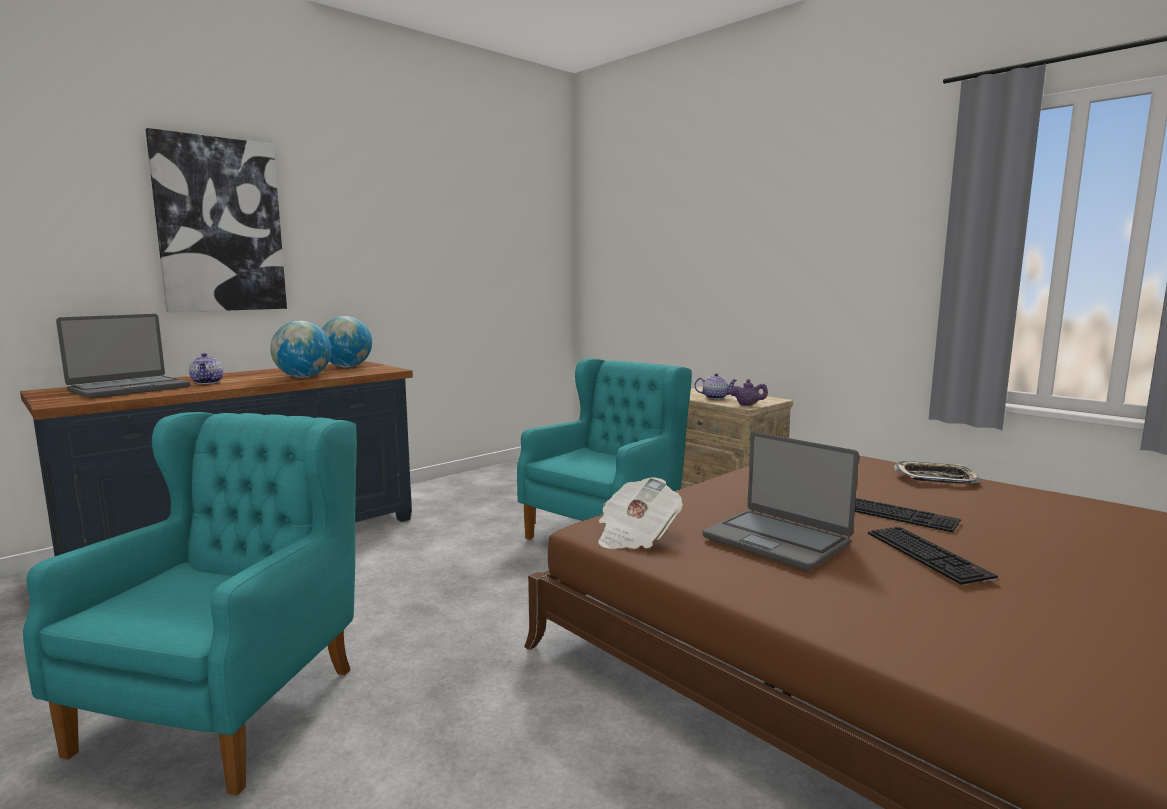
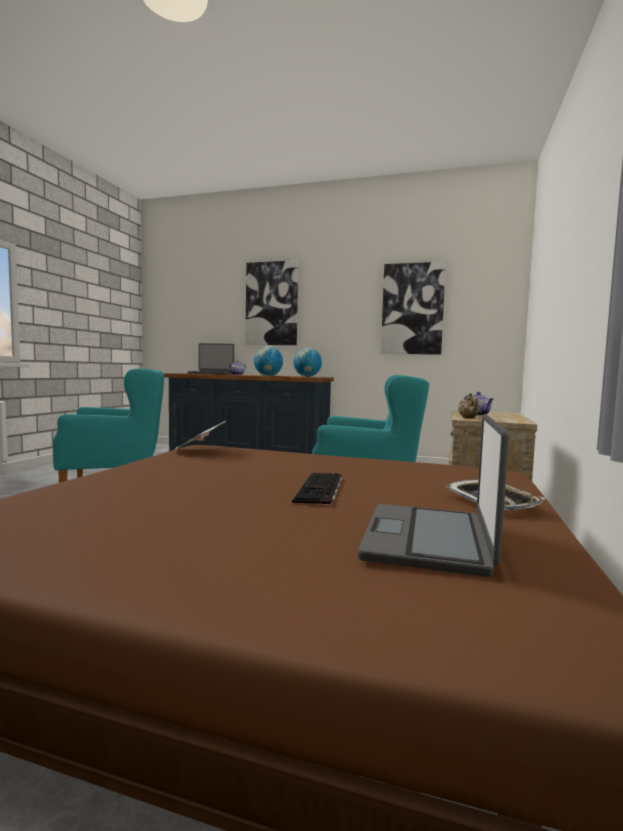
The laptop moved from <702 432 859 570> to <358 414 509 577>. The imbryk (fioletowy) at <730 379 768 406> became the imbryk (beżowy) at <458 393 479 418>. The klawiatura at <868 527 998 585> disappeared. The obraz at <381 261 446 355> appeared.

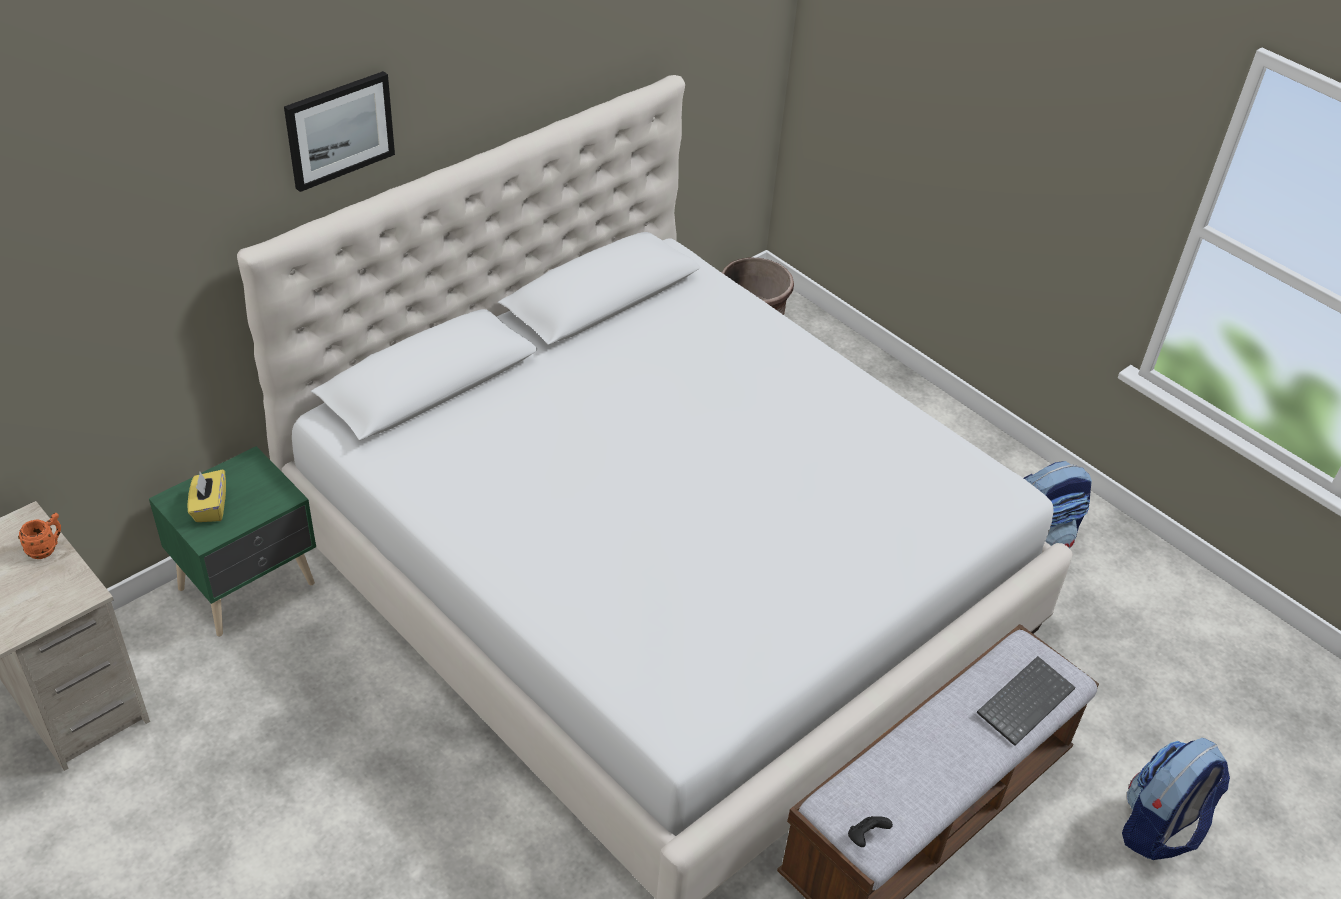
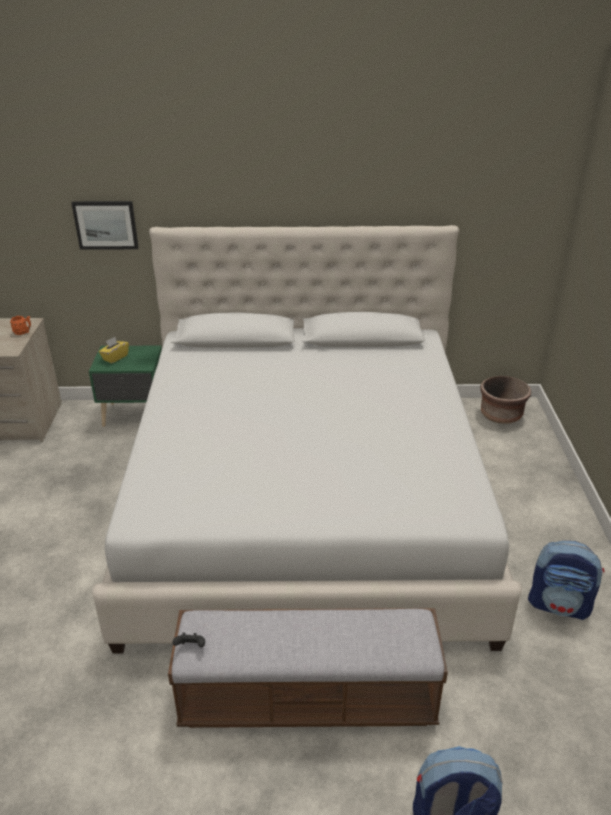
The obraz moved from <284 71 395 192> to <72 201 139 250>. The klawiatura at <977 656 1076 746> disappeared.

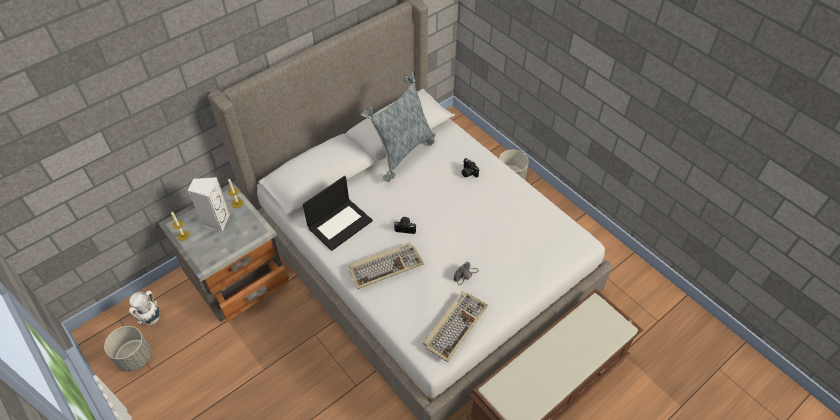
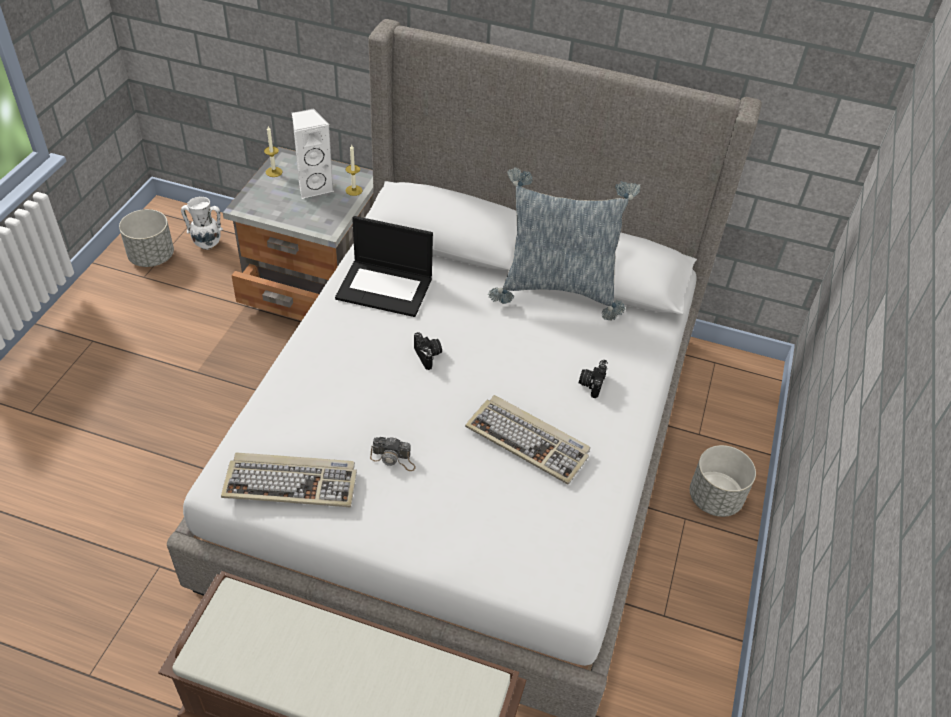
The klawiatura moved from <349 242 424 289> to <465 395 590 485>.

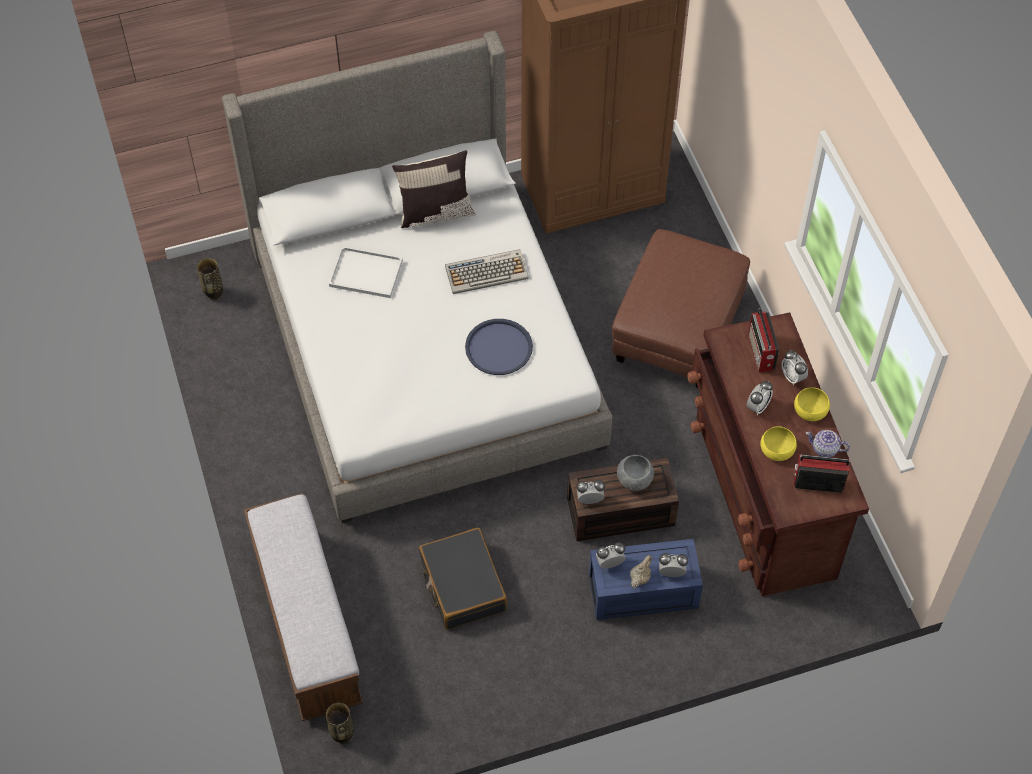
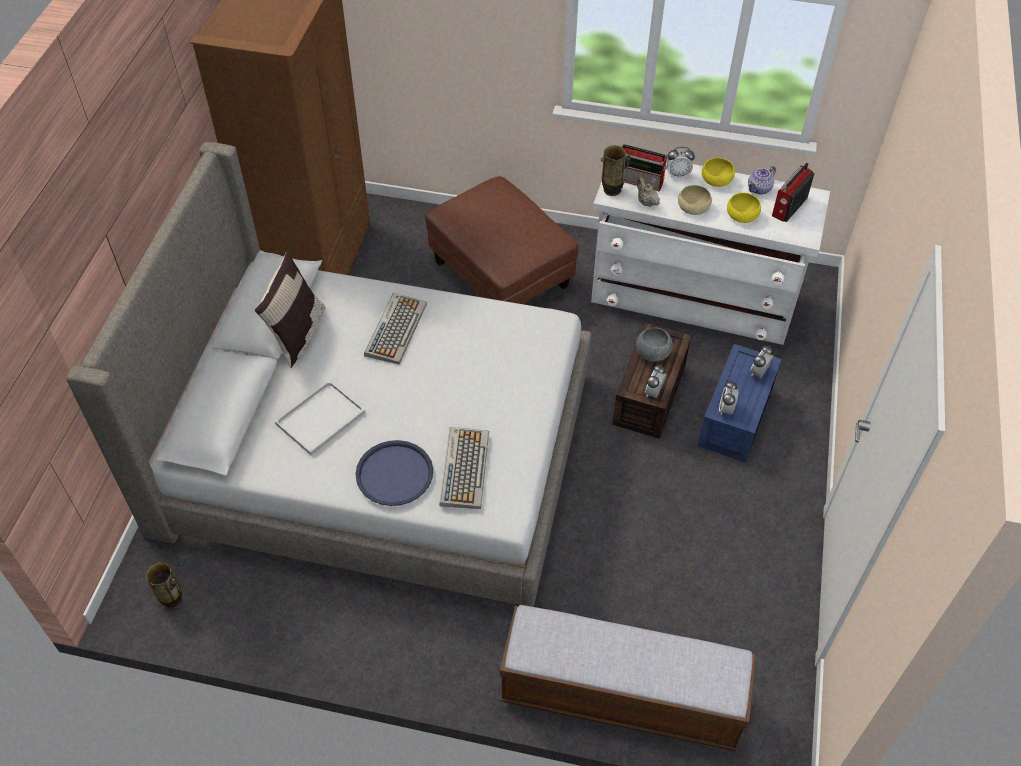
The wazon moved from <326 703 354 744> to <601 145 631 196>. The walizka (czarny) at <419 528 507 630> disappeared. The taca (niebieski) moved from <465 319 533 375> to <355 440 433 506>. The imbryk (beżowy) moved from <630 555 652 588> to <637 177 660 207>. The komoda (brązowy) at <687 312 869 596> became the komoda (biały) at <591 161 830 345>. The budzik at <747 381 773 415> was replaced by the miska (beżowy) at <678 185 712 215>. The klawiatura at <439 427 489 509> appeared.

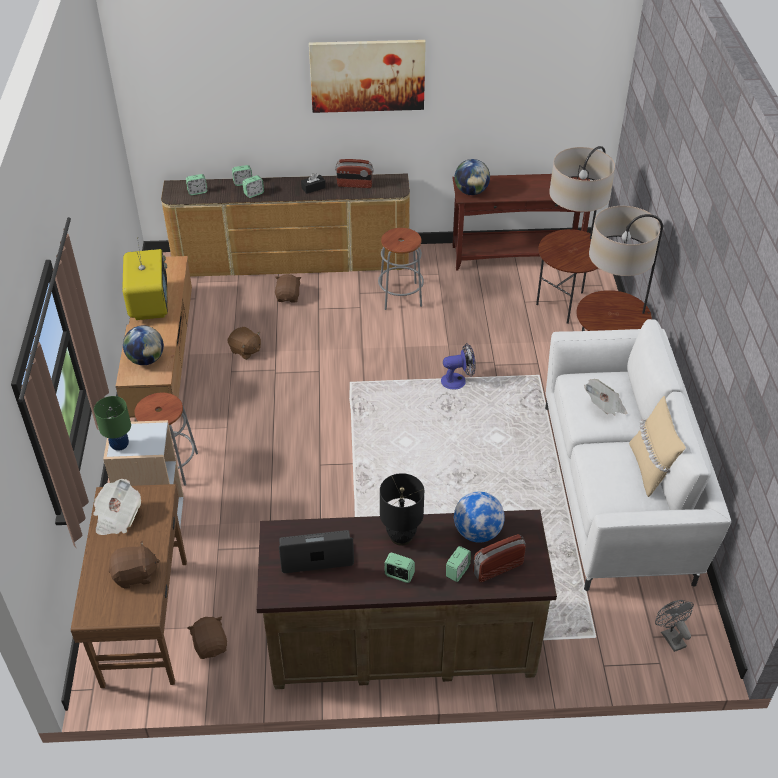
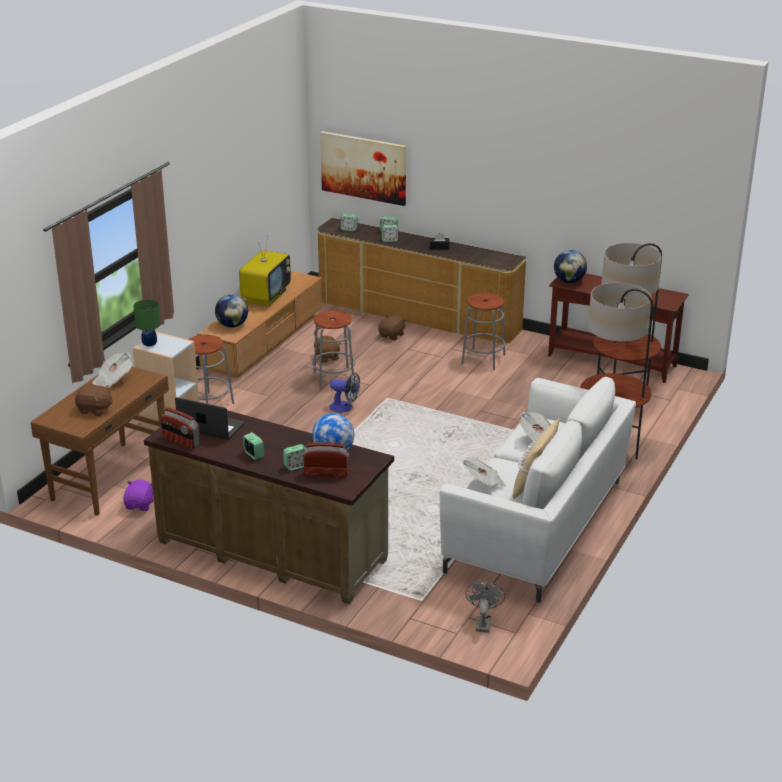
The pluszak (brązowy) at <187 616 227 659> became the pluszak (fioletowy) at <123 480 154 511>. The obraz moved from <309 40 426 113> to <320 131 406 206>. The radio moved from <335 159 374 188> to <161 407 200 450>. The lampa stołowa (czarny) at <380 473 424 546> disappeared. The wentylator moved from <441 343 476 390> to <330 373 360 413>. The stołek (szary) at <312 311 355 389> appeared. The gazeta at <462 457 506 487> appeared.

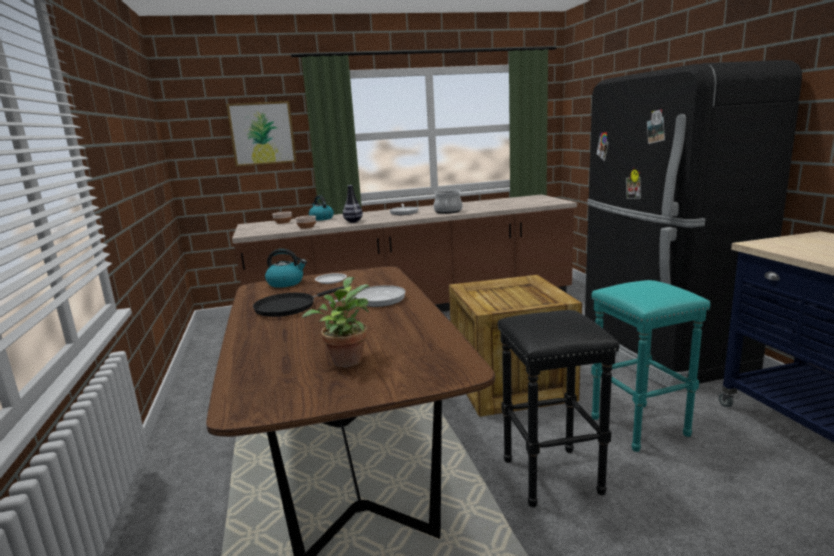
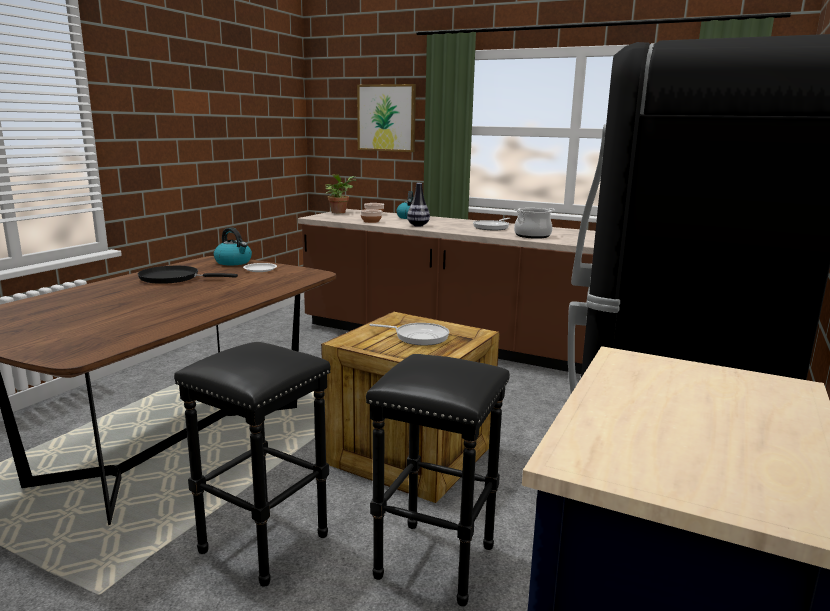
The roślina doniczkowa moved from <302 277 369 367> to <325 175 356 213>. The patelnia moved from <329 285 405 307> to <370 323 449 345>. The stołek (turkusowy) at <591 280 710 452> became the stołek (czarny) at <366 354 510 606>.

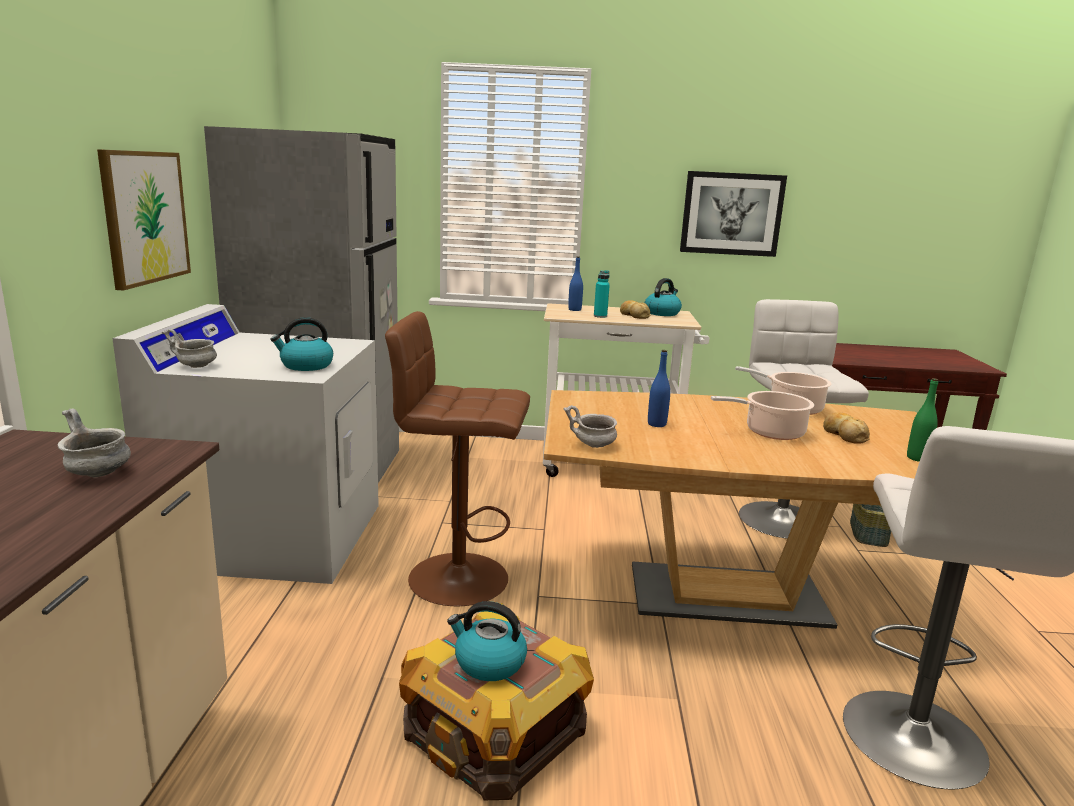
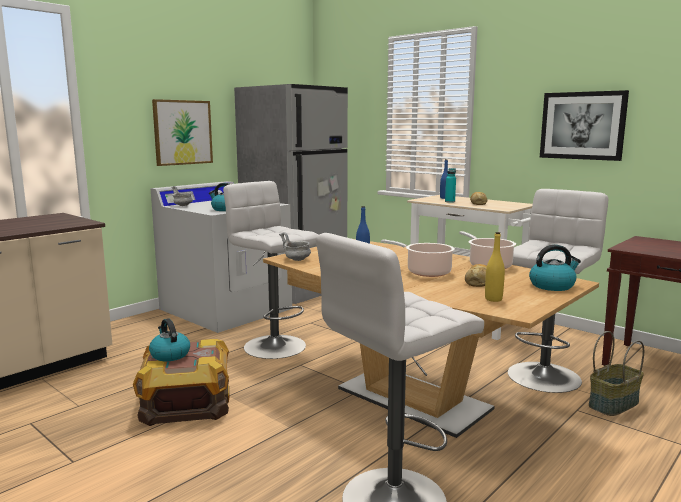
The miska (szary) at <58 408 131 478> disappeared. The stołek (brązowy) at <385 311 530 606> became the stołek (biały) at <223 181 318 359>. The czajnik moved from <645 278 682 316> to <529 245 581 291>. The butelka (zielony) at <907 378 938 462> became the butelka (żółty) at <485 232 505 302>.

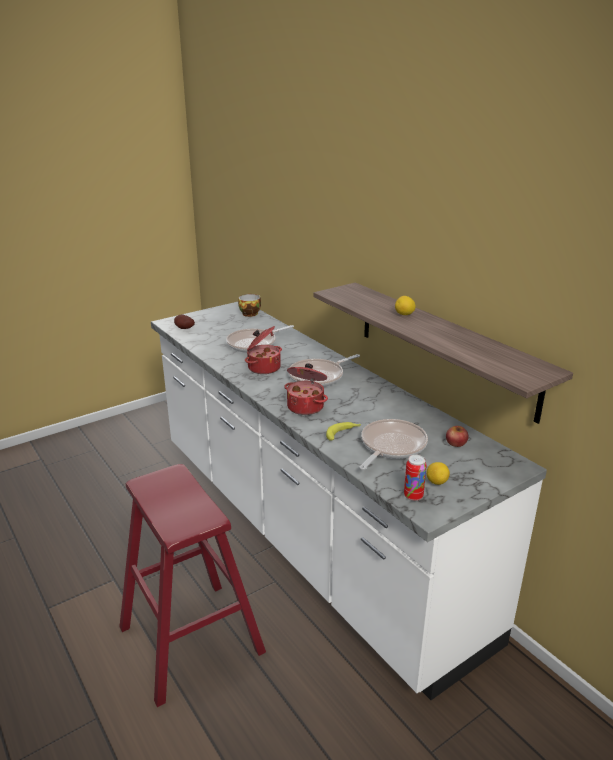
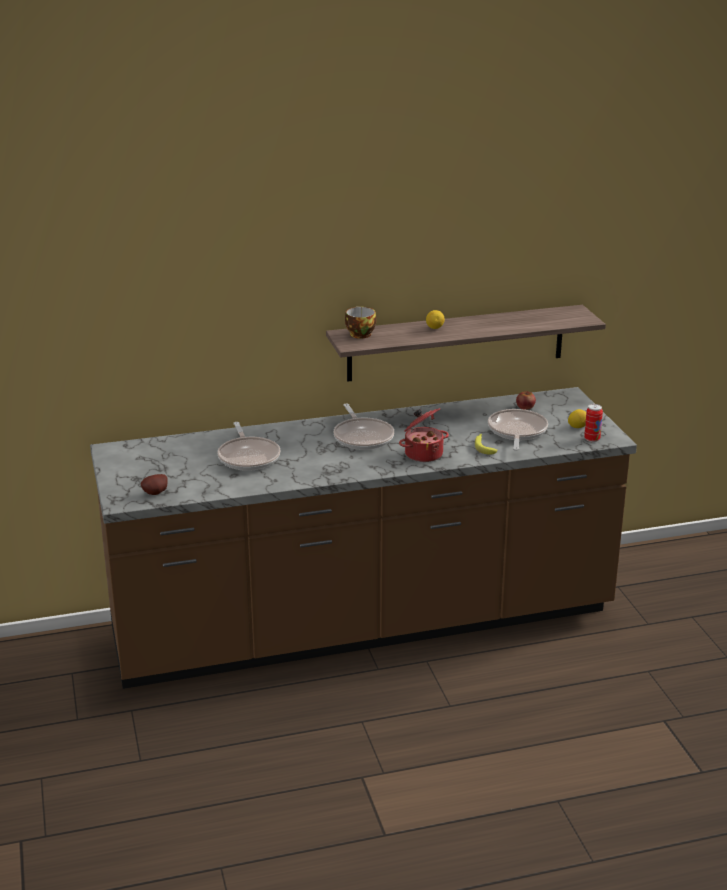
The stołek (czerwony) at <119 464 266 707> disappeared. The zabudowa kuchenna (biały) at <151 302 547 700> became the zabudowa kuchenna (brązowy) at <90 387 637 689>. The filiżanka moved from <238 294 261 317> to <345 307 376 339>. The garnek at <245 326 282 374> disappeared. The patelnia at <359 419 428 470> turned 45 degrees clockwise.

